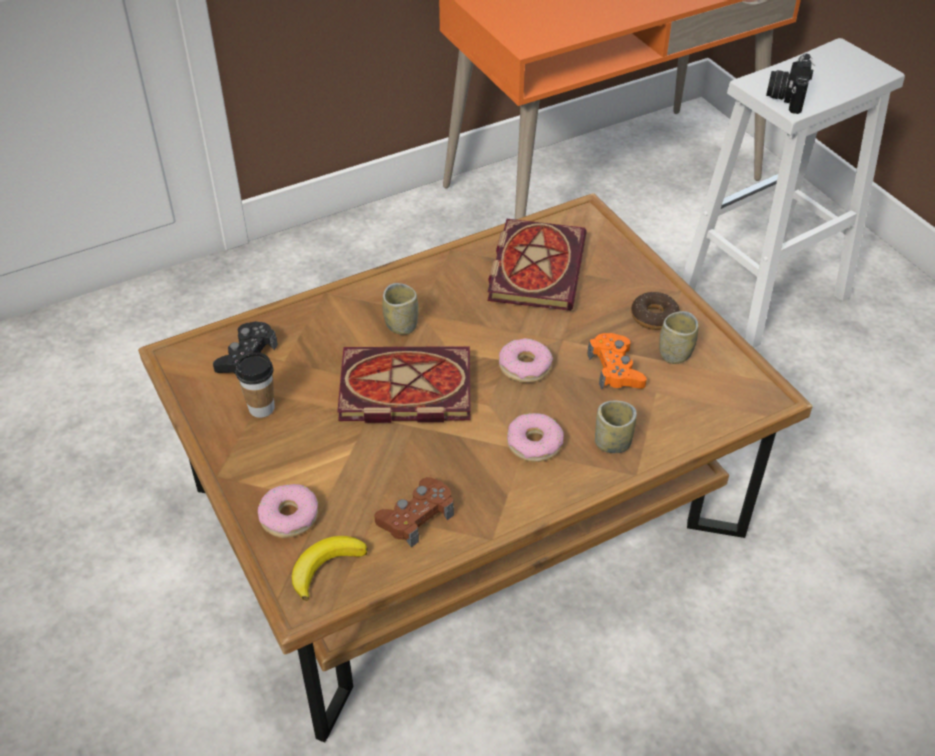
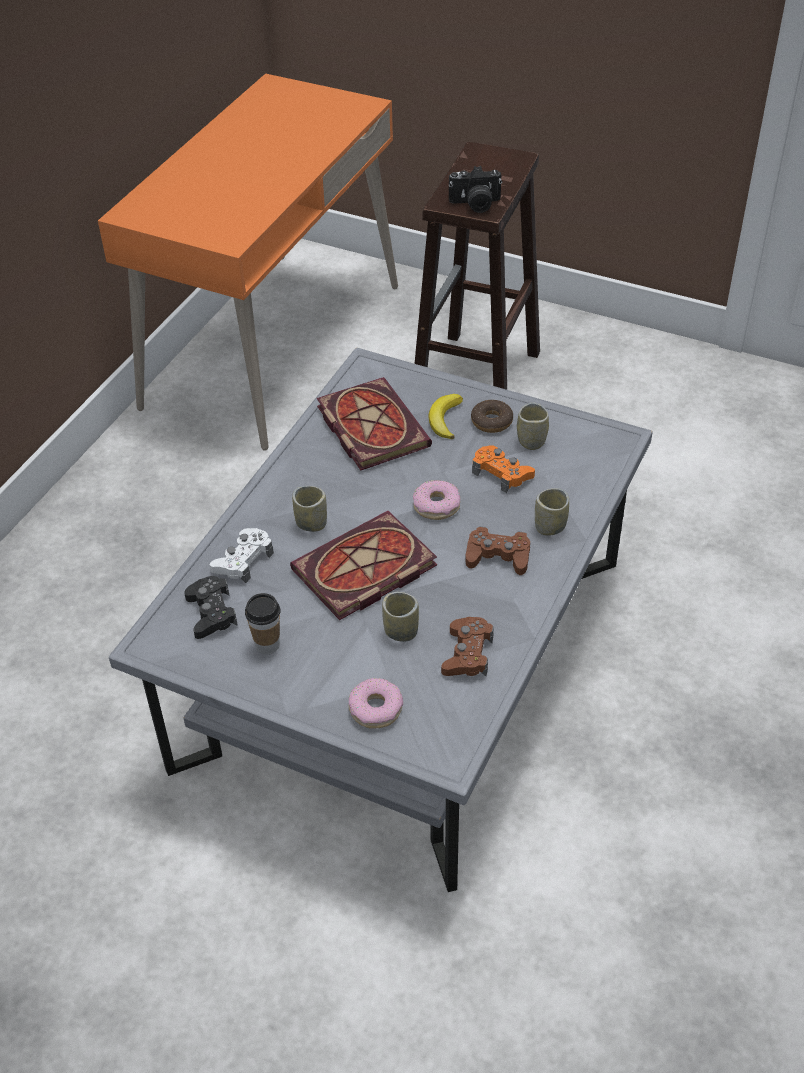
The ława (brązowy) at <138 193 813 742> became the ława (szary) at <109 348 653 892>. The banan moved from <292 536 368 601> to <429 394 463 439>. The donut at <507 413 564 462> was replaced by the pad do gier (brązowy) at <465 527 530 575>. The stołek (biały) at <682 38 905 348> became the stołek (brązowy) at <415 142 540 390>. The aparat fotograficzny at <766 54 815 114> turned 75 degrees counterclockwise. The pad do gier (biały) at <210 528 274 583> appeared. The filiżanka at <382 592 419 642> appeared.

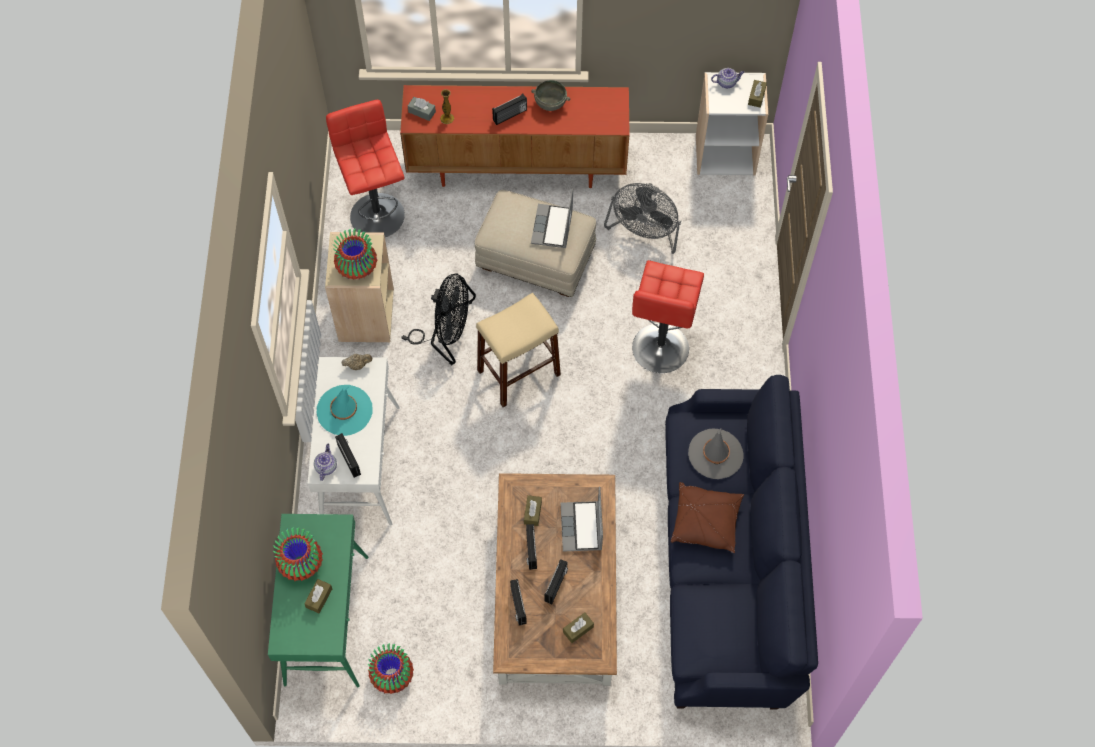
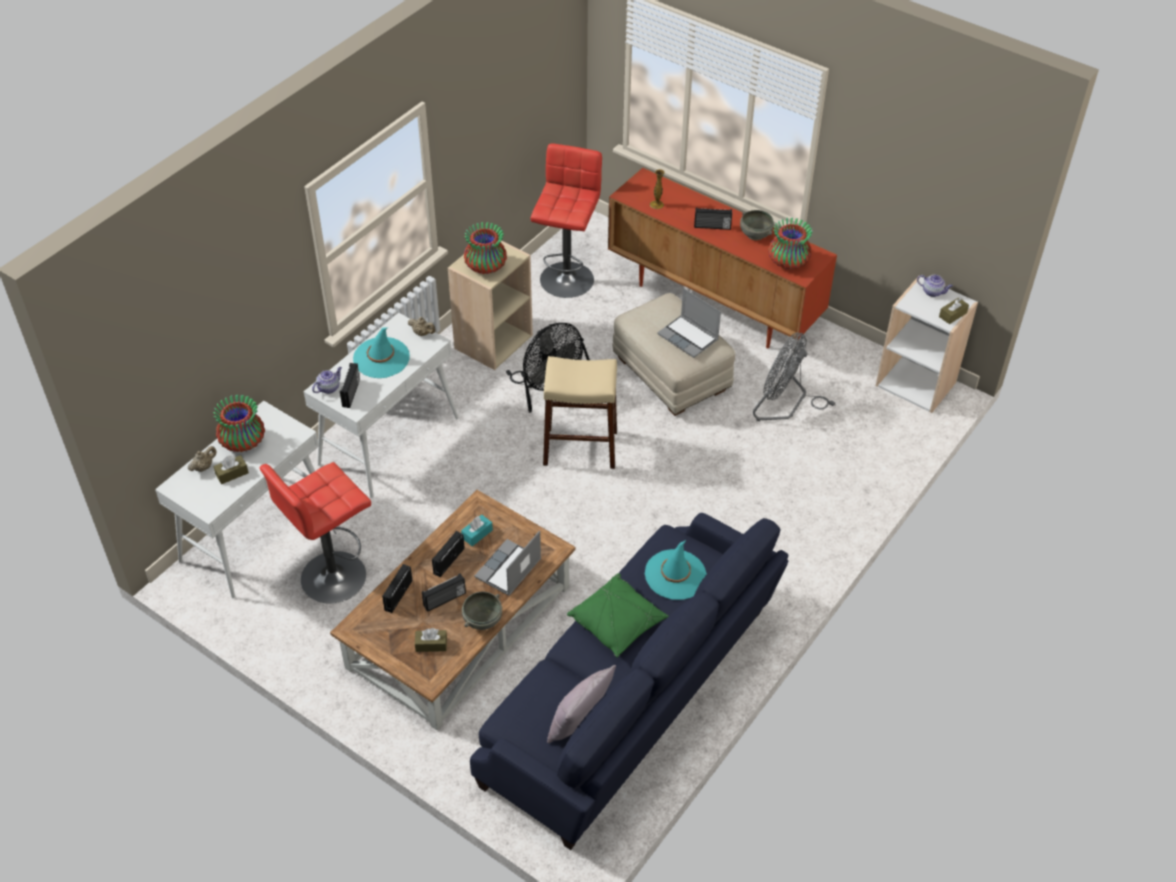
The stolik konsolowy (zielony) at <268 514 368 687> became the stolik konsolowy (biały) at <155 401 319 598>. The wazon moved from <368 643 414 694> to <768 218 813 269>. The pudełko chusteczek (szary) at <408 97 436 121> disappeared. The pudełko chusteczek (brązowy) at <524 495 542 526> became the pudełko chusteczek (turkusowy) at <461 514 493 546>. The laptop at <531 188 573 248> turned 90 degrees counterclockwise. The wentylator (szary) at <604 183 681 254> turned 60 degrees clockwise. The stołek (czerwony) moved from <632 260 704 373> to <260 462 371 604>. The poduszka (brązowy) at <671 482 744 553> became the poduszka (zielony) at <567 573 669 658>. The kapelusz (szary) at <688 428 743 479> became the kapelusz (turkusowy) at <645 540 707 600>. The imbryk (beżowy) at <188 446 216 472> appeared. The miska (szary) at <462 592 502 630> appeared. The poduszka (fioletowy) at <547 665 616 743> appeared.

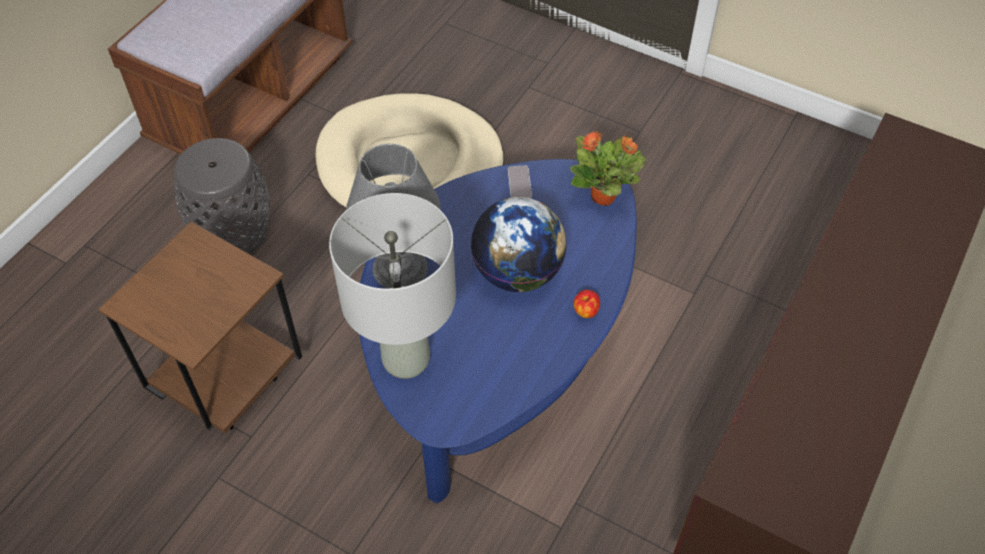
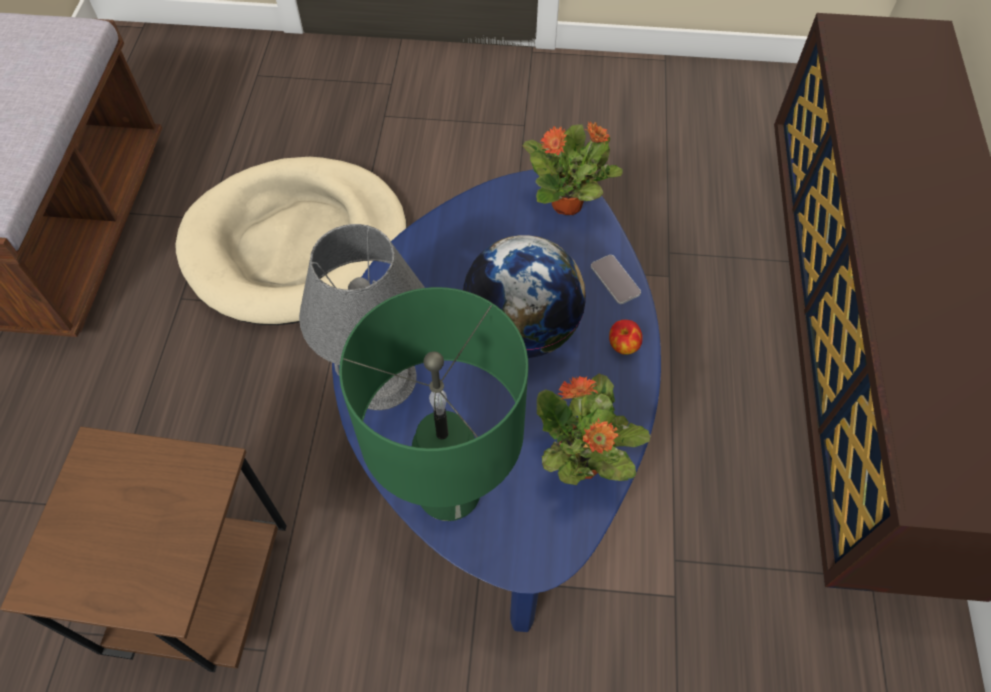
The stołek (szary) at <174 138 270 254> disappeared. The lampa stołowa (szary) at <329 193 456 379> became the lampa stołowa (zielony) at <339 287 528 521>. The telefon moved from <508 166 532 198> to <591 255 641 304>. The roślina doniczkowa at <537 374 650 485> appeared.

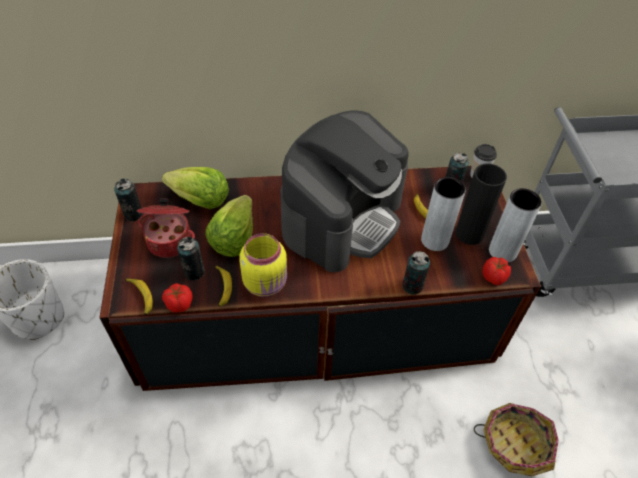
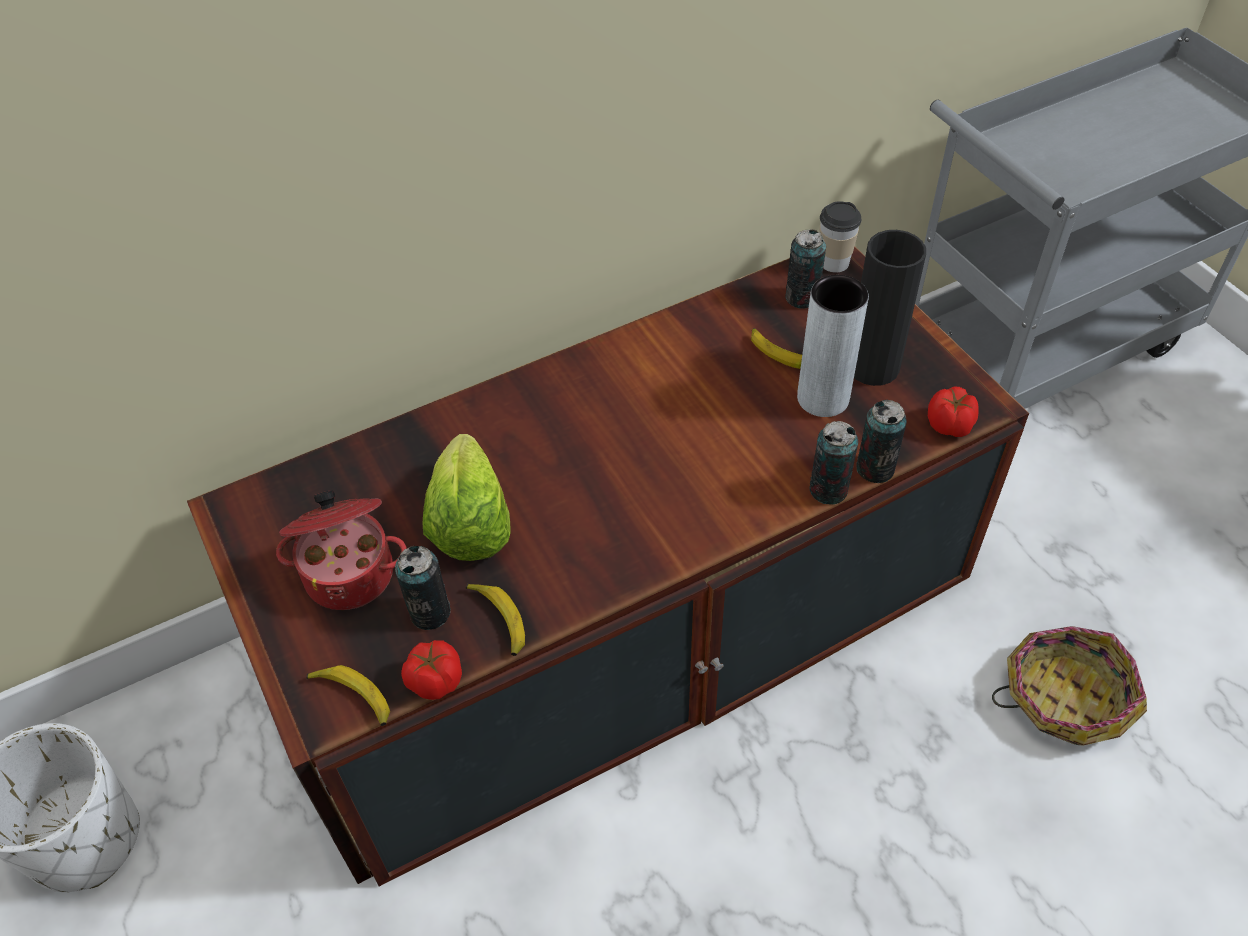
The puszka moved from <114 179 143 221> to <856 400 907 483>. The sałata at <162 167 229 209> disappeared. The słoik (żółty) at <239 233 287 297> disappeared. The ekspres do kawy at <281 110 409 272> disappeared. The wazon (szary) at <489 188 542 262> disappeared.

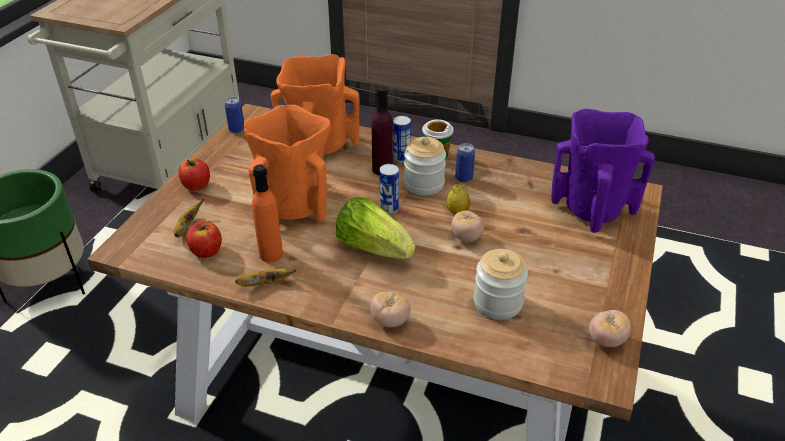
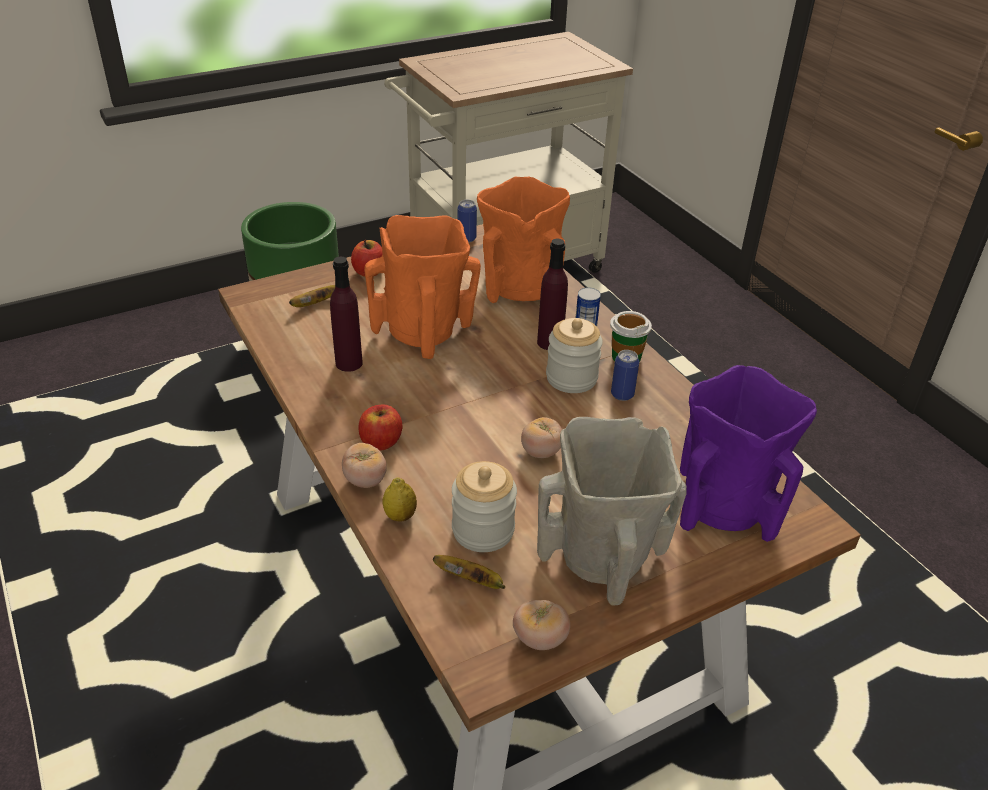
The jabłko moved from <186 221 222 258> to <358 405 402 451>. The banan moved from <235 268 296 287> to <433 555 506 589>. The butelka (pomarańczowy) at <252 165 283 262> became the butelka (fioletowy) at <330 257 363 372>. The sałata at <336 198 415 259> disappeared. The puszka at <379 164 399 215> disappeared. The cytryna moved from <446 185 470 214> to <383 477 417 522>. The wazon (beżowy) at <537 417 687 606> appeared.

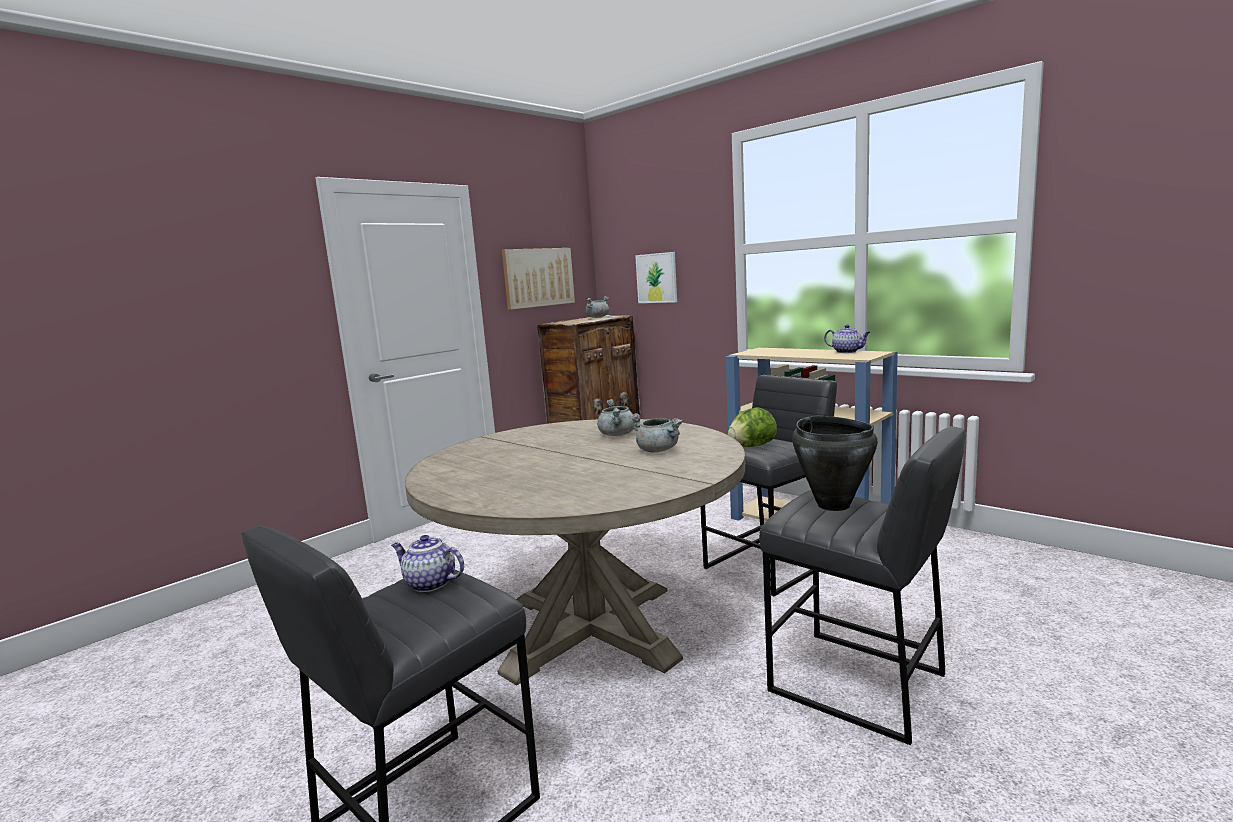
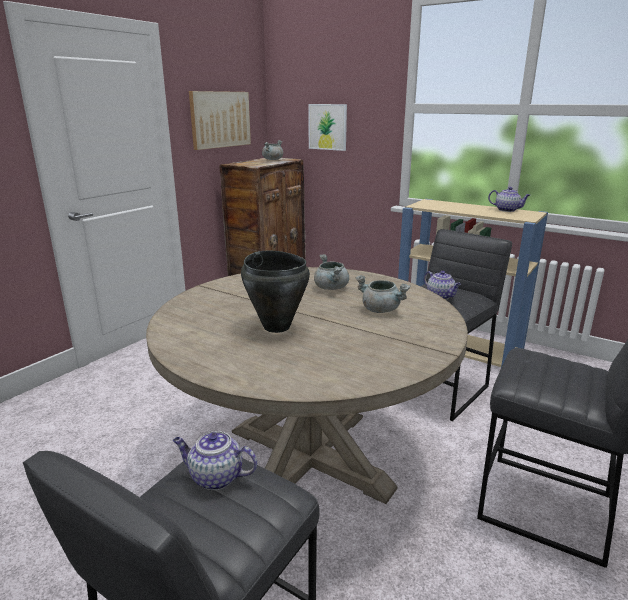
The sałata at <728 407 777 447> was replaced by the imbryk at <424 271 461 300>. The garnek (czarny) moved from <792 416 878 511> to <241 250 310 333>.

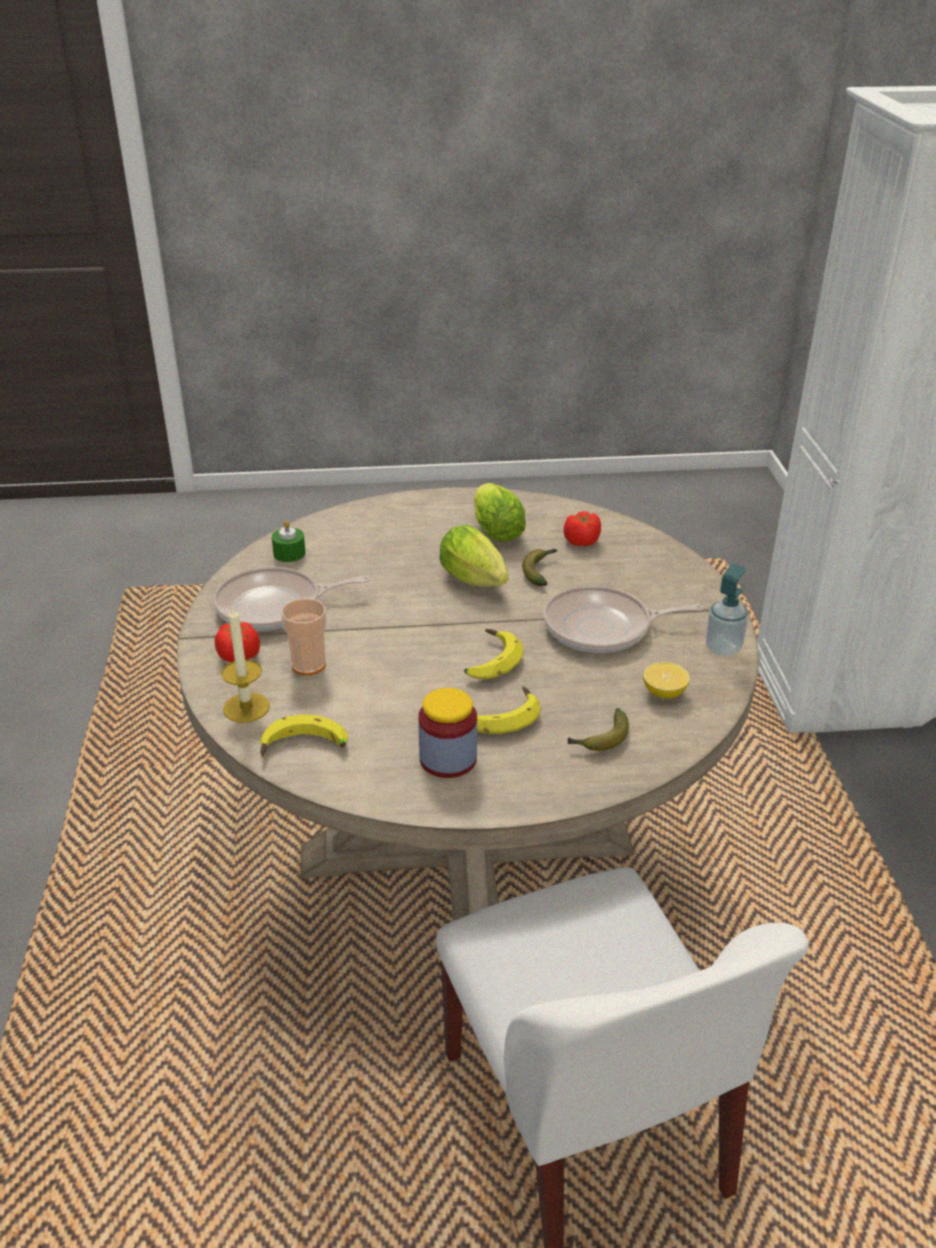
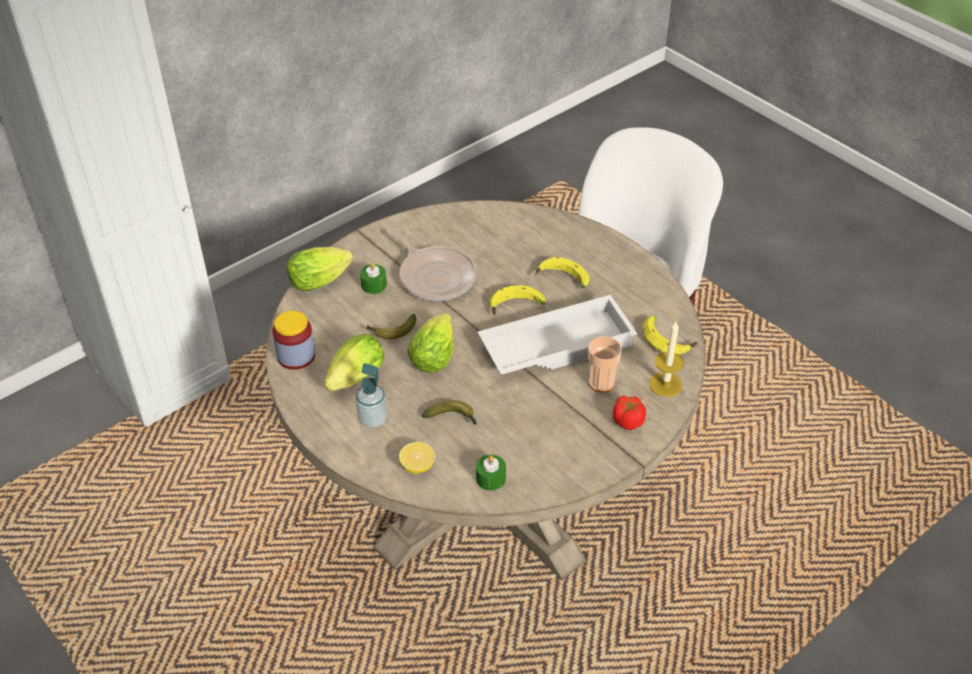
The patelnia at <213 567 370 631> disappeared. The słoik moved from <418 688 477 778> to <272 311 315 370>. The pomidor at <564 511 601 546> disappeared. The banan moved from <567 708 629 751> to <422 400 477 425>. The cytryna moved from <643 662 690 699> to <399 442 435 474>. The dozownik mydła moved from <705 564 748 656> to <355 363 387 428>. The sałata at <287 247 353 291> appeared. The świeca (zielony) at <360 262 387 294> appeared. The taca (biały) at <477 295 637 374> appeared.

